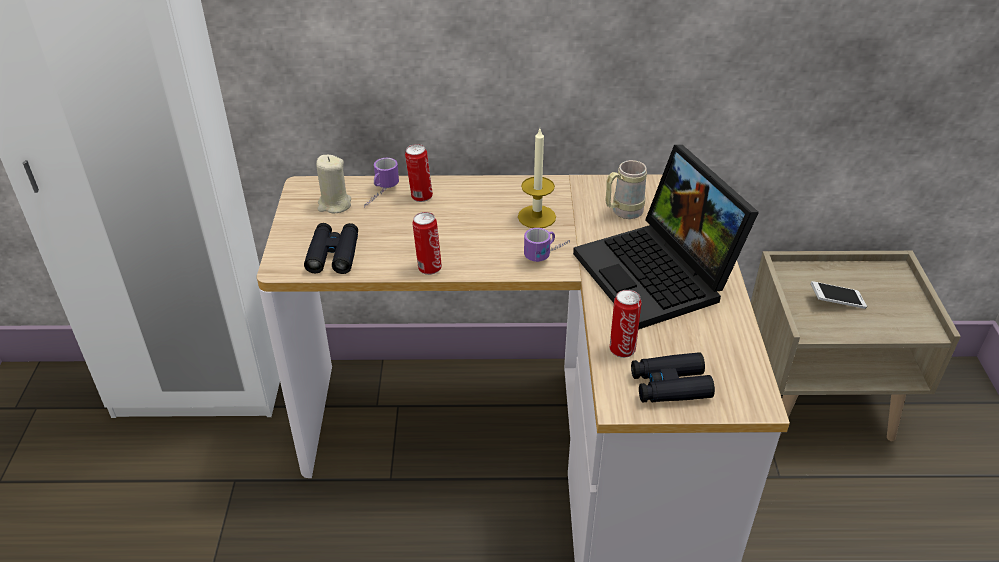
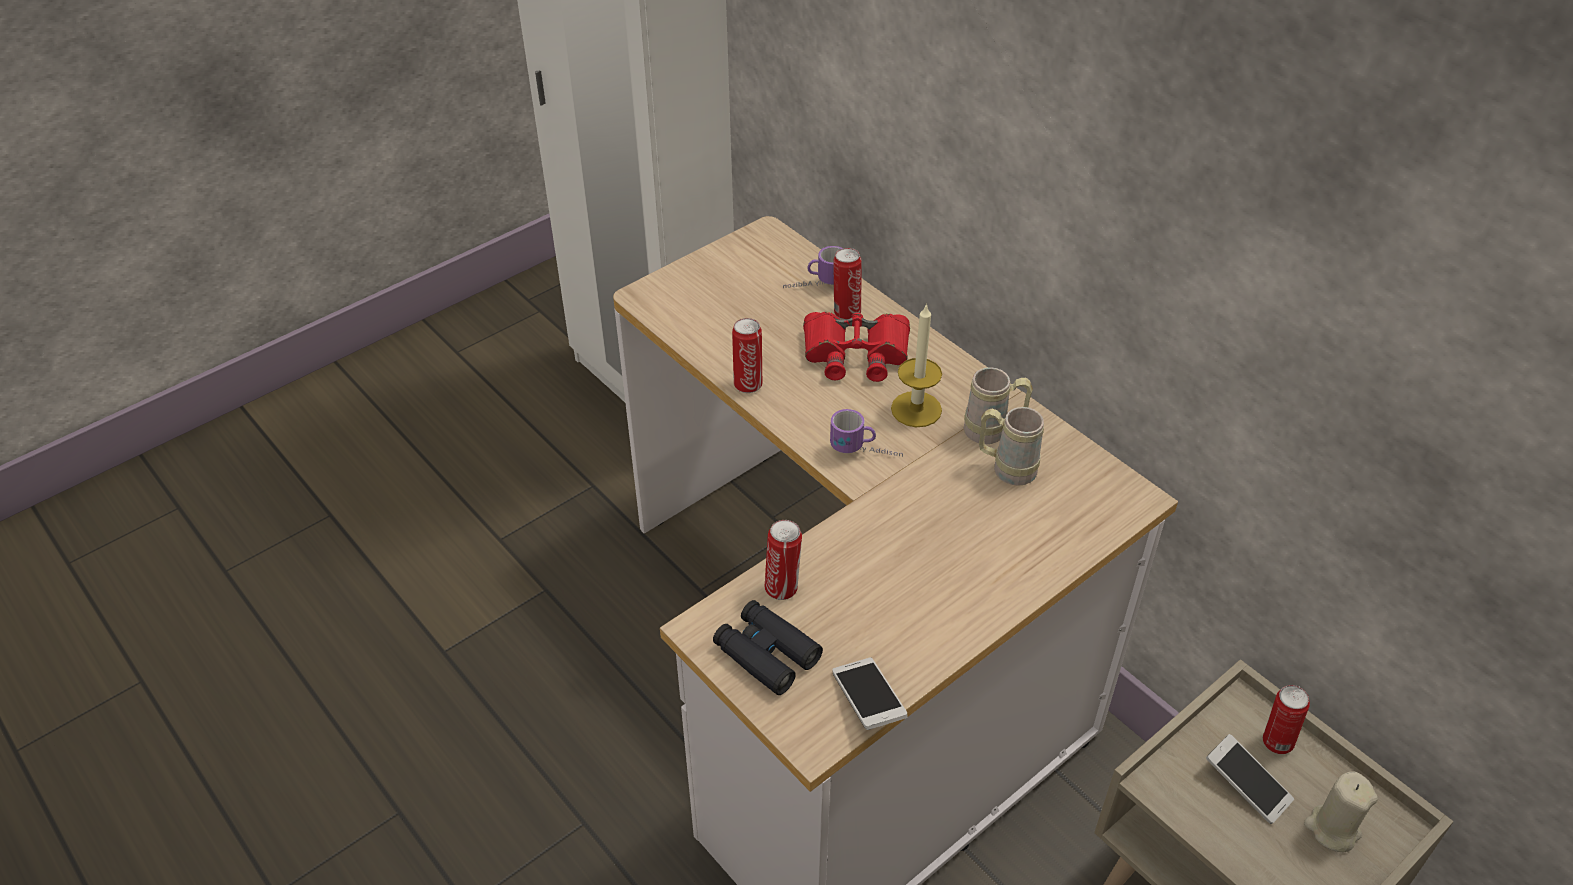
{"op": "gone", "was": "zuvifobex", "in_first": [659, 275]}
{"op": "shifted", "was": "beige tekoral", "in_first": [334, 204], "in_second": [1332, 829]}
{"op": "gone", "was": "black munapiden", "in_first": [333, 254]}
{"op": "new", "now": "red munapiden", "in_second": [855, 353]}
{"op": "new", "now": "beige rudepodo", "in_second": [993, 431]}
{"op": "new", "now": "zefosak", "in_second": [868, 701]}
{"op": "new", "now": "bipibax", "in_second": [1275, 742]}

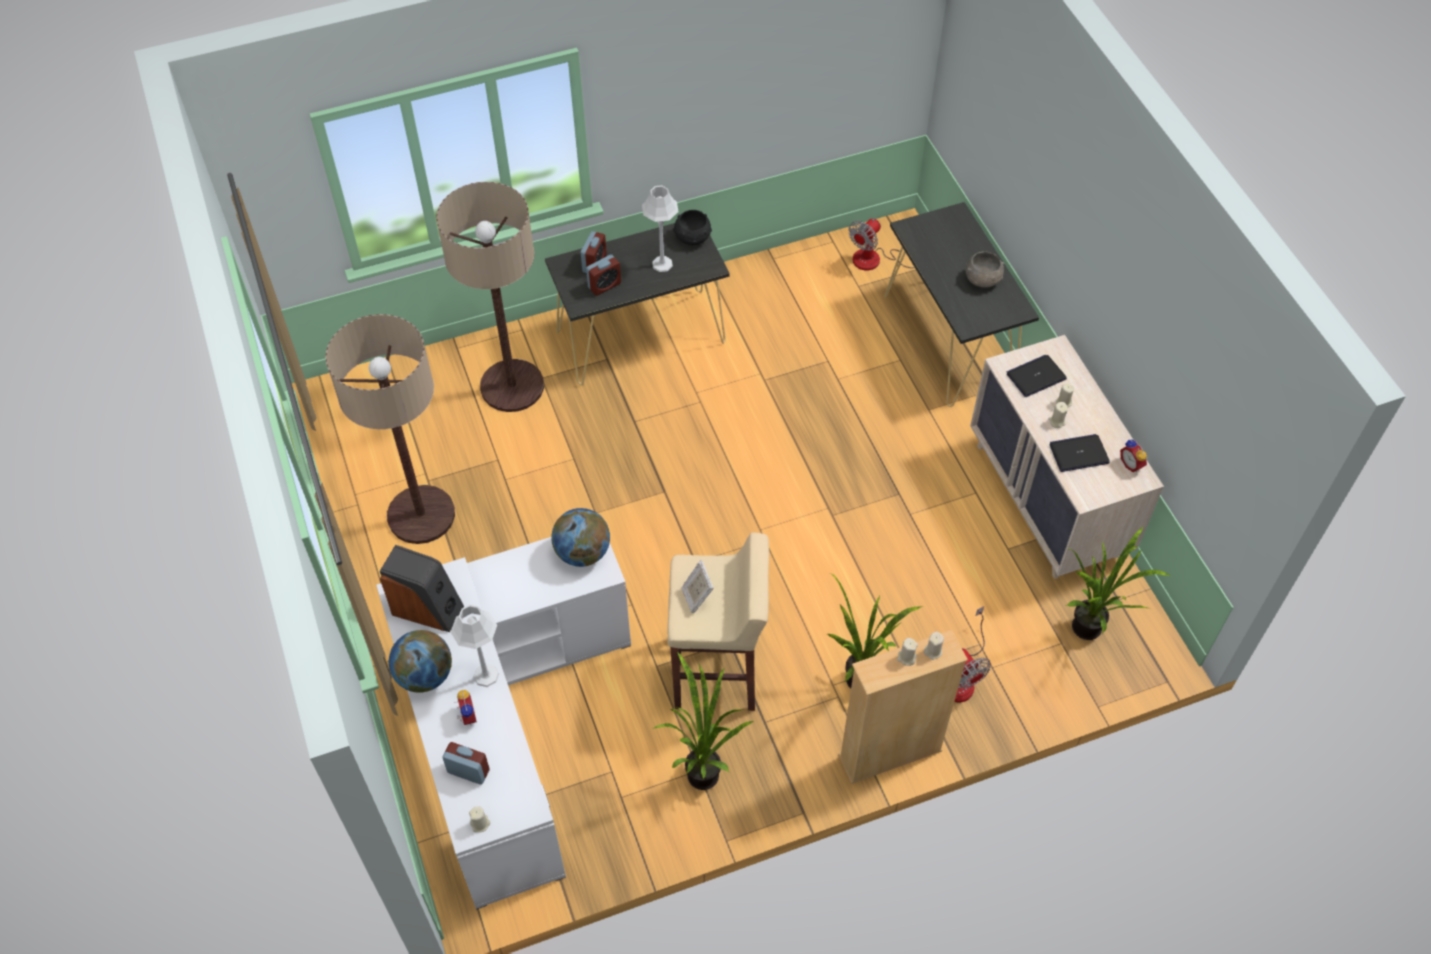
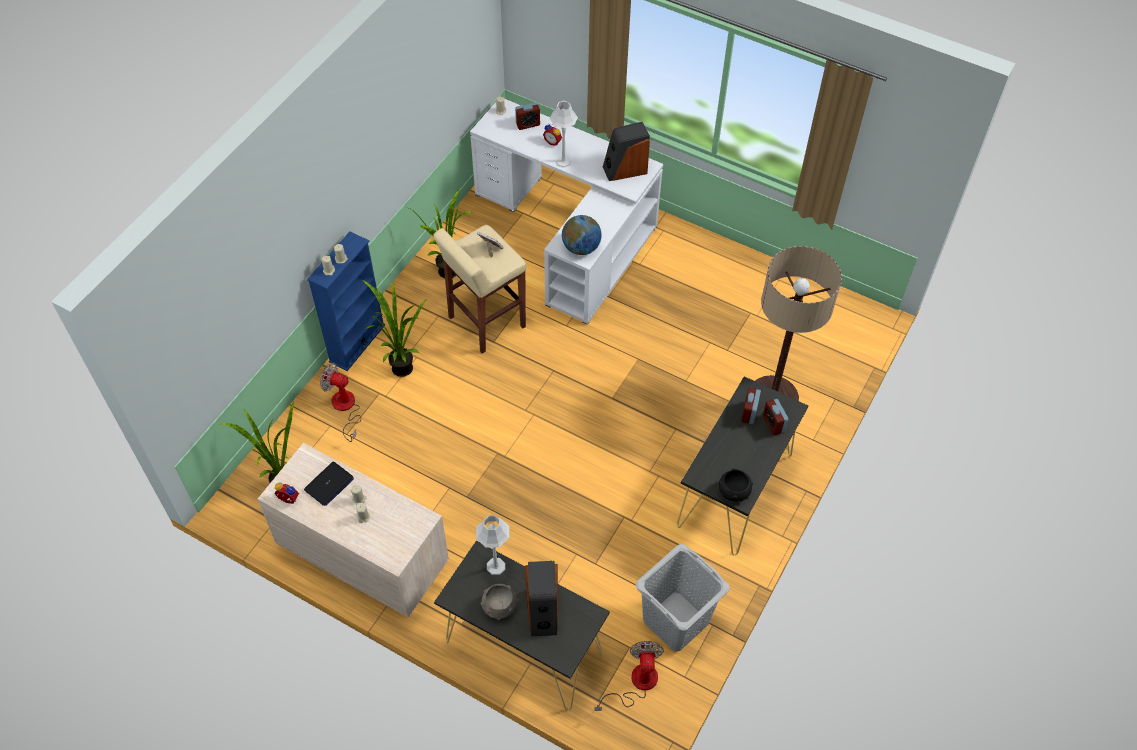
{"op": "shifted", "was": "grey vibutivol", "in_first": [662, 264], "in_second": [495, 566]}
{"op": "gone", "was": "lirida", "in_first": [421, 515]}
{"op": "gone", "was": "zuvifobex", "in_first": [1036, 376]}
{"op": "gone", "was": "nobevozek", "in_first": [424, 675]}
{"op": "repainted", "was": "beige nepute", "now": "blue nepute", "in_first": [890, 753], "in_second": [357, 343]}
{"op": "new", "now": "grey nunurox", "in_second": [675, 621]}
{"op": "new", "now": "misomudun", "in_second": [543, 611]}

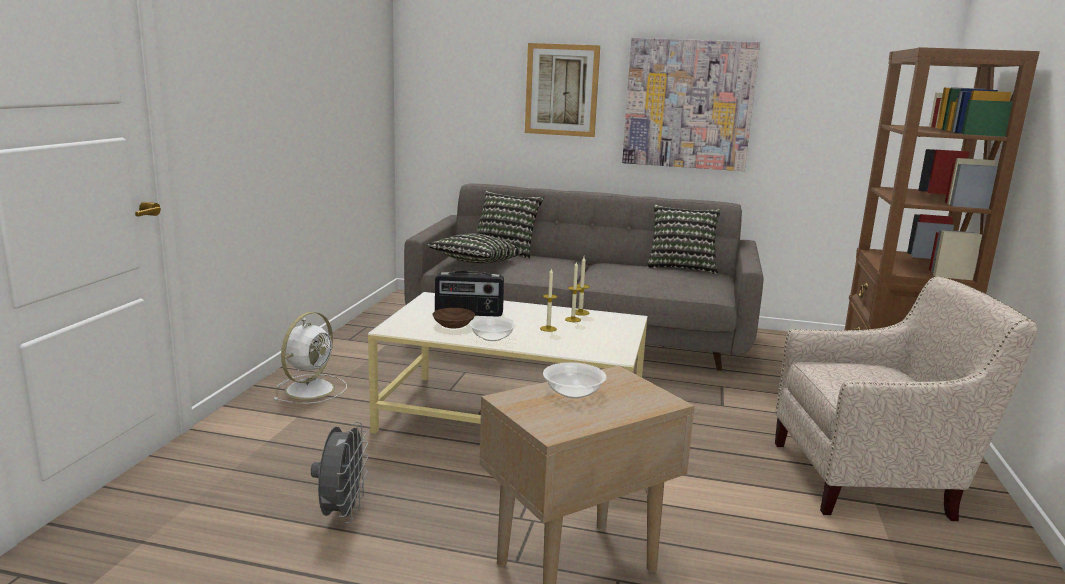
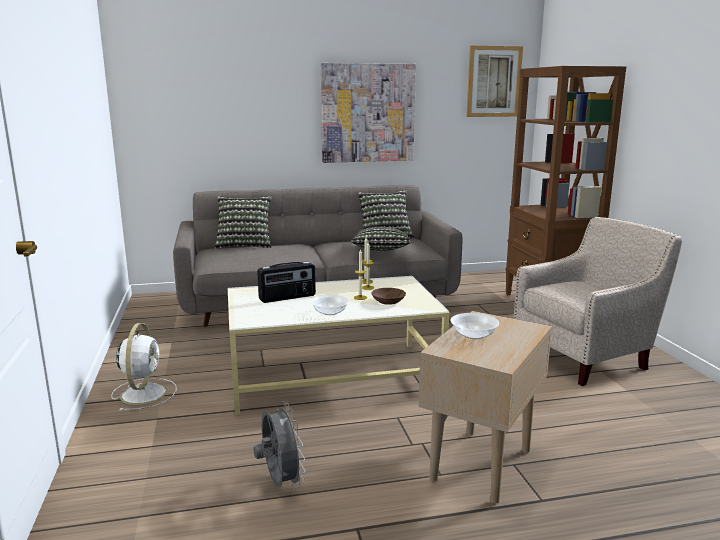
{"op": "shifted", "was": "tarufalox", "in_first": [561, 90], "in_second": [494, 81]}
{"op": "shifted", "was": "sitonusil", "in_first": [475, 263], "in_second": [380, 251]}
{"op": "shifted", "was": "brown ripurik", "in_first": [452, 324], "in_second": [387, 301]}

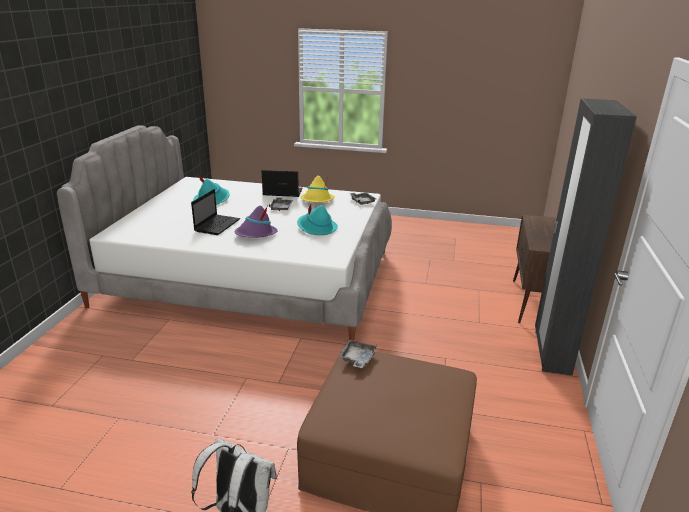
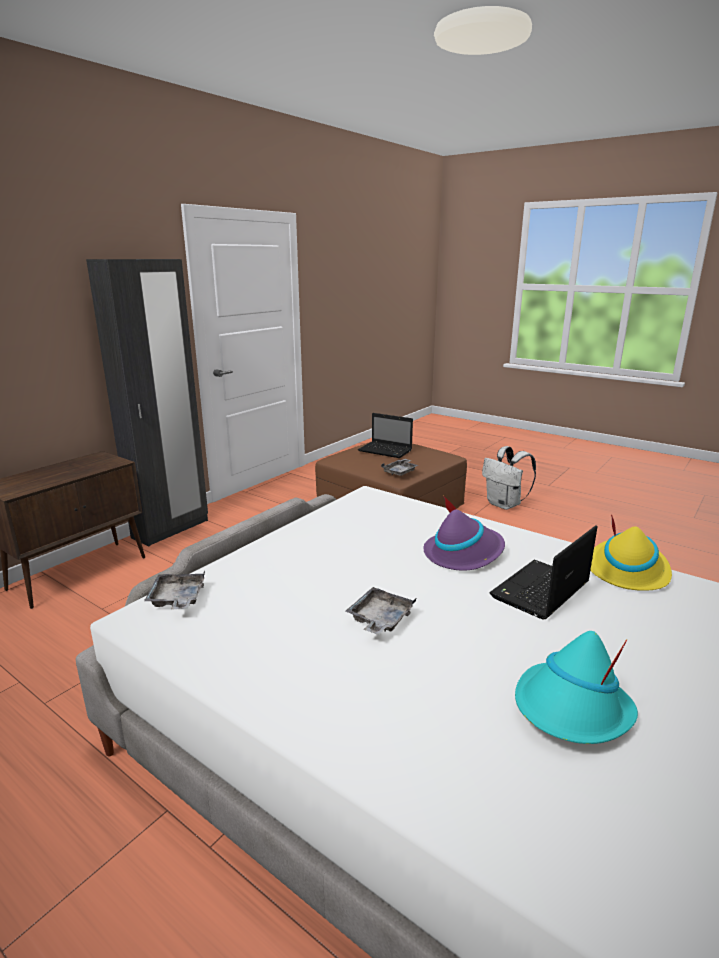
{"op": "shifted", "was": "zuvifobex", "in_first": [281, 192], "in_second": [386, 451]}
{"op": "shifted", "was": "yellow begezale", "in_first": [317, 200], "in_second": [627, 570]}
{"op": "gone", "was": "turquoise begezale", "in_first": [316, 228]}

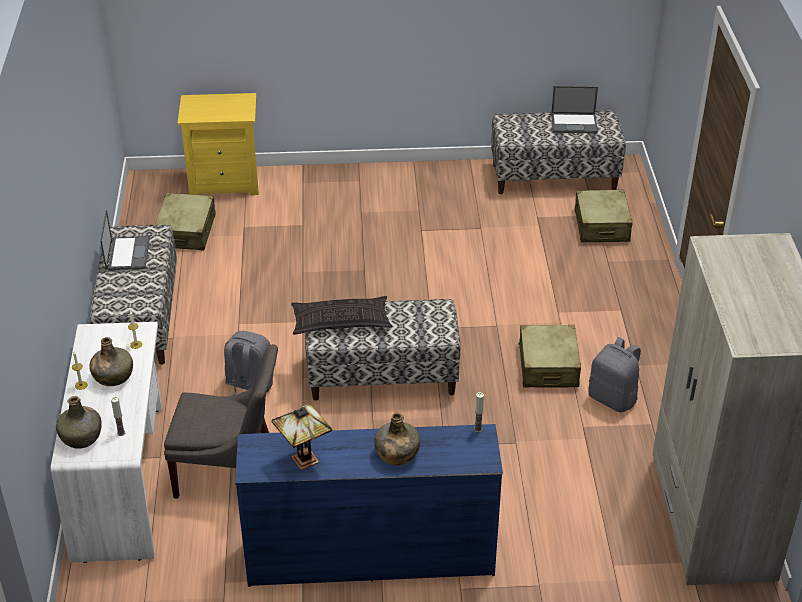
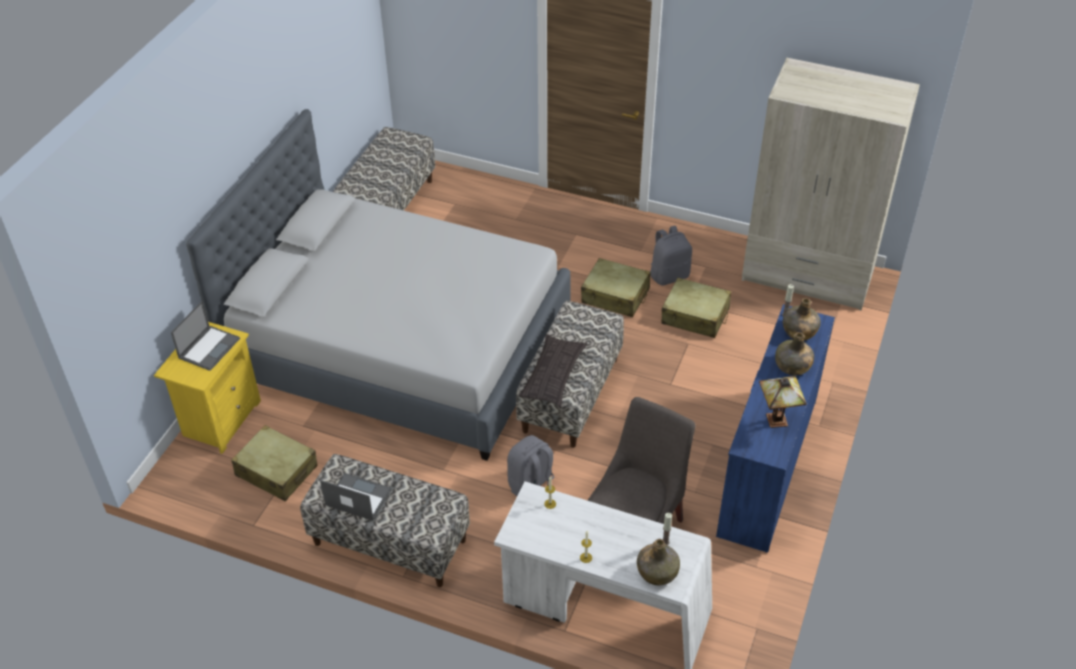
{"op": "shifted", "was": "zuvifobex", "in_first": [574, 123], "in_second": [209, 347]}
{"op": "shifted", "was": "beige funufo", "in_first": [601, 226], "in_second": [695, 316]}
{"op": "shifted", "was": "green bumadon", "in_first": [113, 376], "in_second": [799, 331]}
{"op": "new", "now": "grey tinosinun", "in_second": [400, 345]}

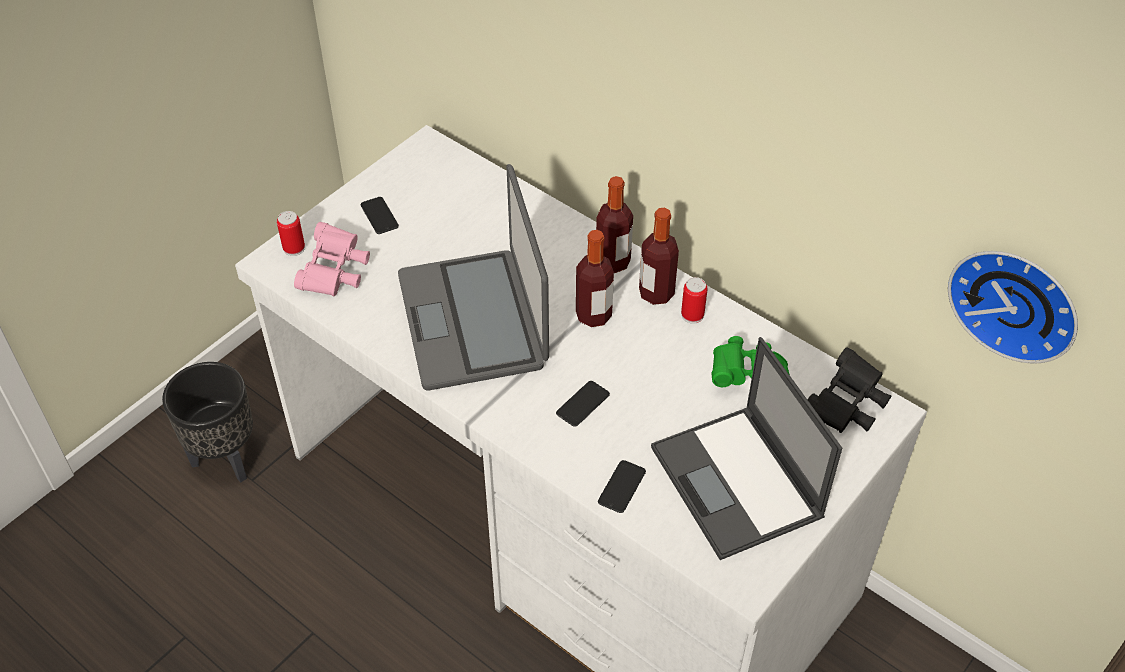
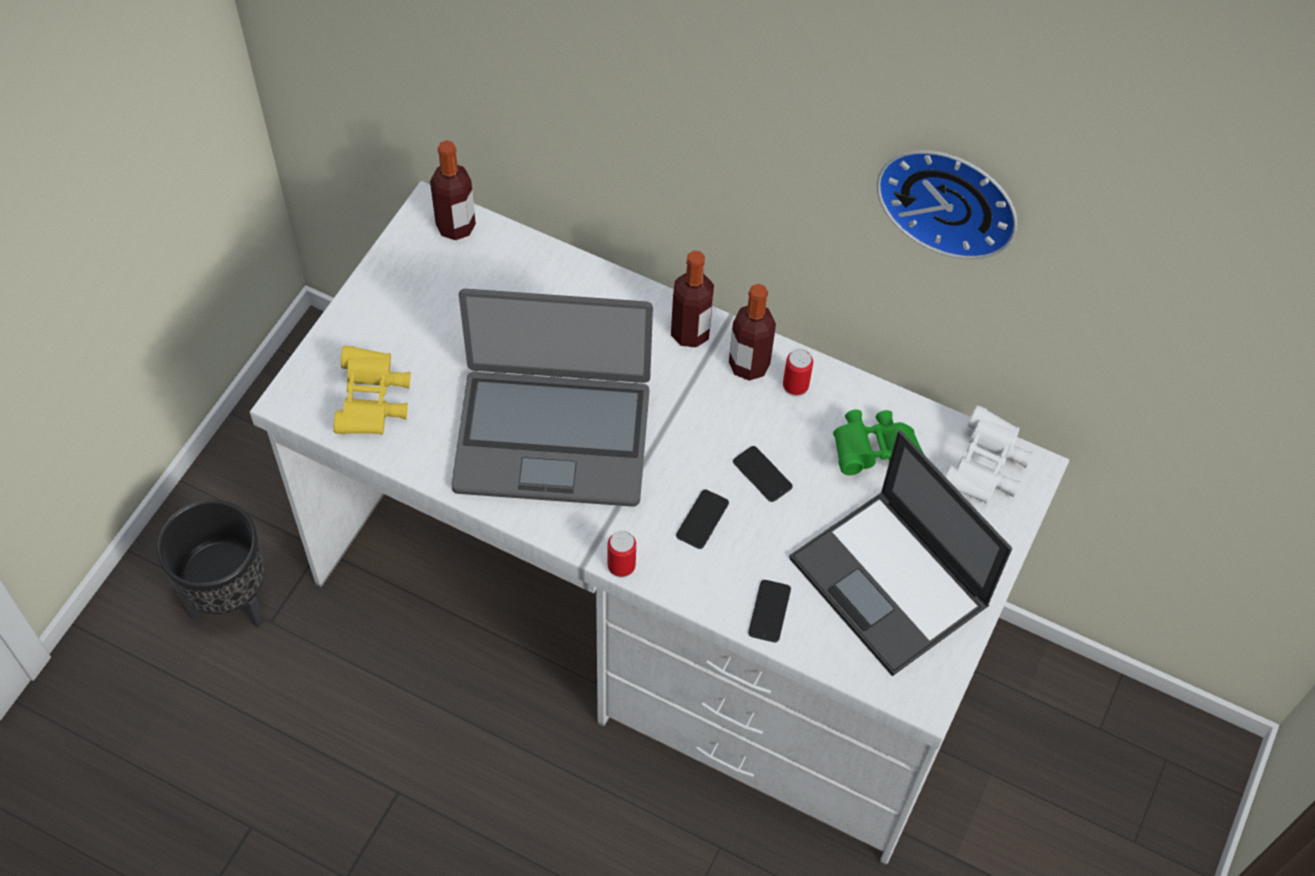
{"op": "rotated", "was": "zuvifobex", "in_first": [474, 320], "in_second": [552, 436], "clockwise": -60}
{"op": "shifted", "was": "zefosak", "in_first": [379, 216], "in_second": [762, 474]}
{"op": "shifted", "was": "bipibax", "in_first": [294, 248], "in_second": [621, 566]}
{"op": "repainted", "was": "pink munapiden", "now": "yellow munapiden", "in_first": [335, 273], "in_second": [373, 402]}
{"op": "shifted", "was": "bumadon", "in_first": [593, 315], "in_second": [456, 226]}
{"op": "shifted", "was": "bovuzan", "in_first": [1016, 301], "in_second": [951, 196]}
{"op": "repainted", "was": "black munapiden", "now": "white munapiden", "in_first": [846, 405], "in_second": [985, 468]}

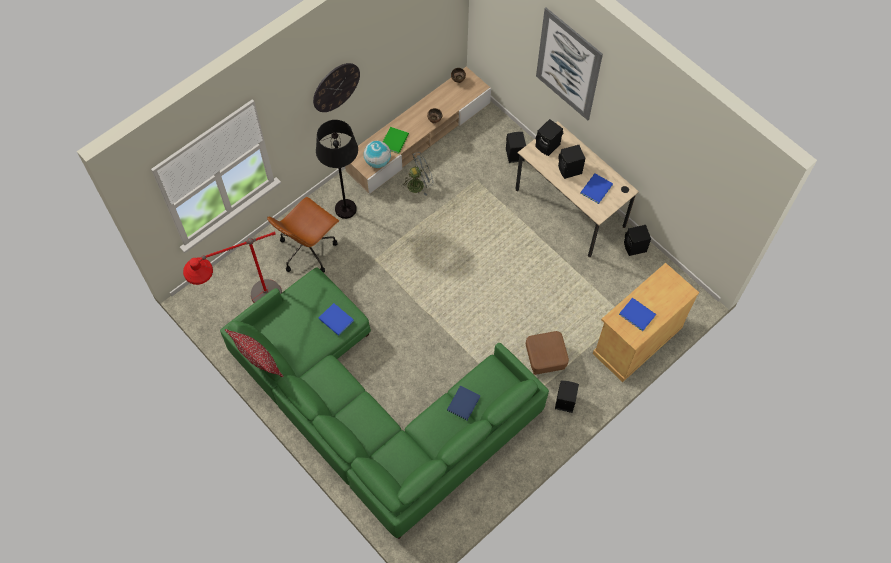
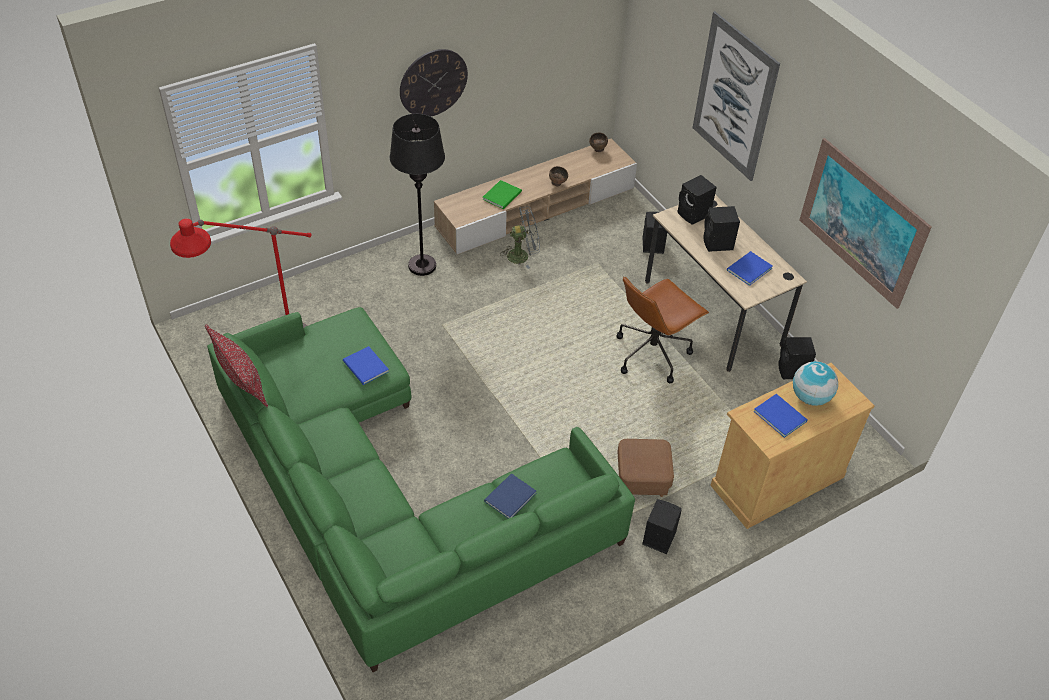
{"op": "shifted", "was": "nobevozek", "in_first": [378, 161], "in_second": [810, 397]}
{"op": "shifted", "was": "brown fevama", "in_first": [308, 249], "in_second": [652, 353]}
{"op": "new", "now": "tarufalox", "in_second": [861, 222]}

